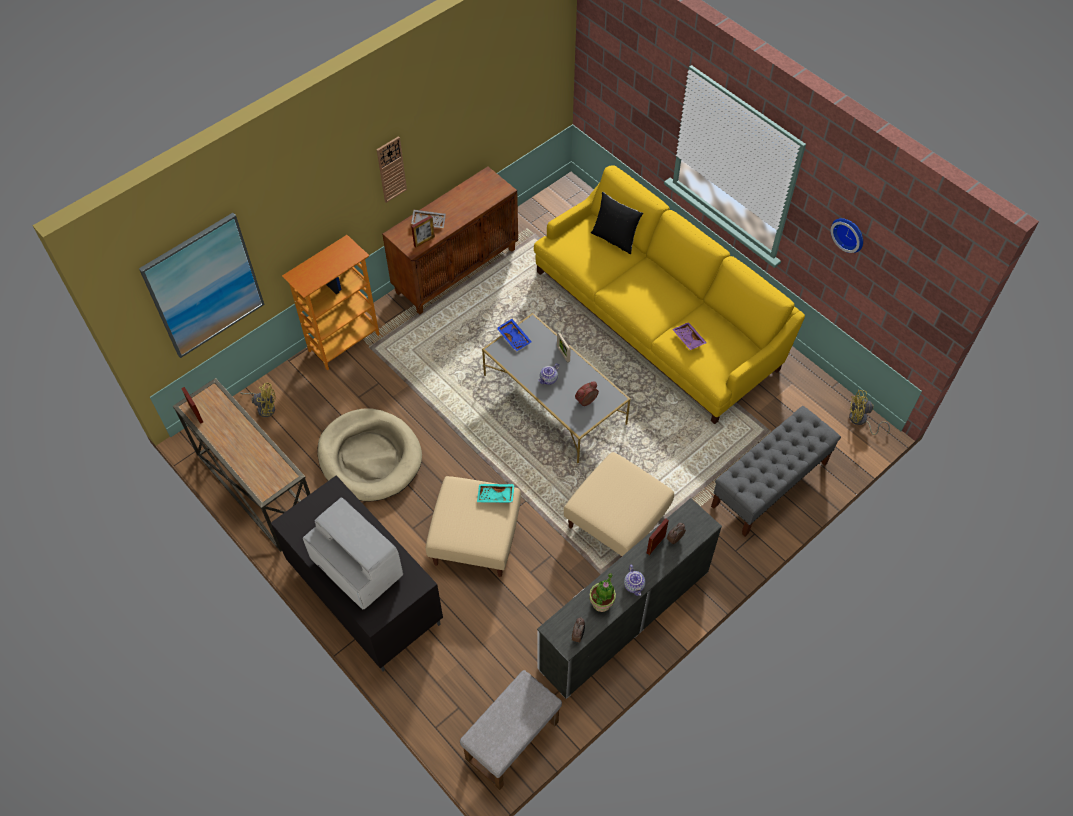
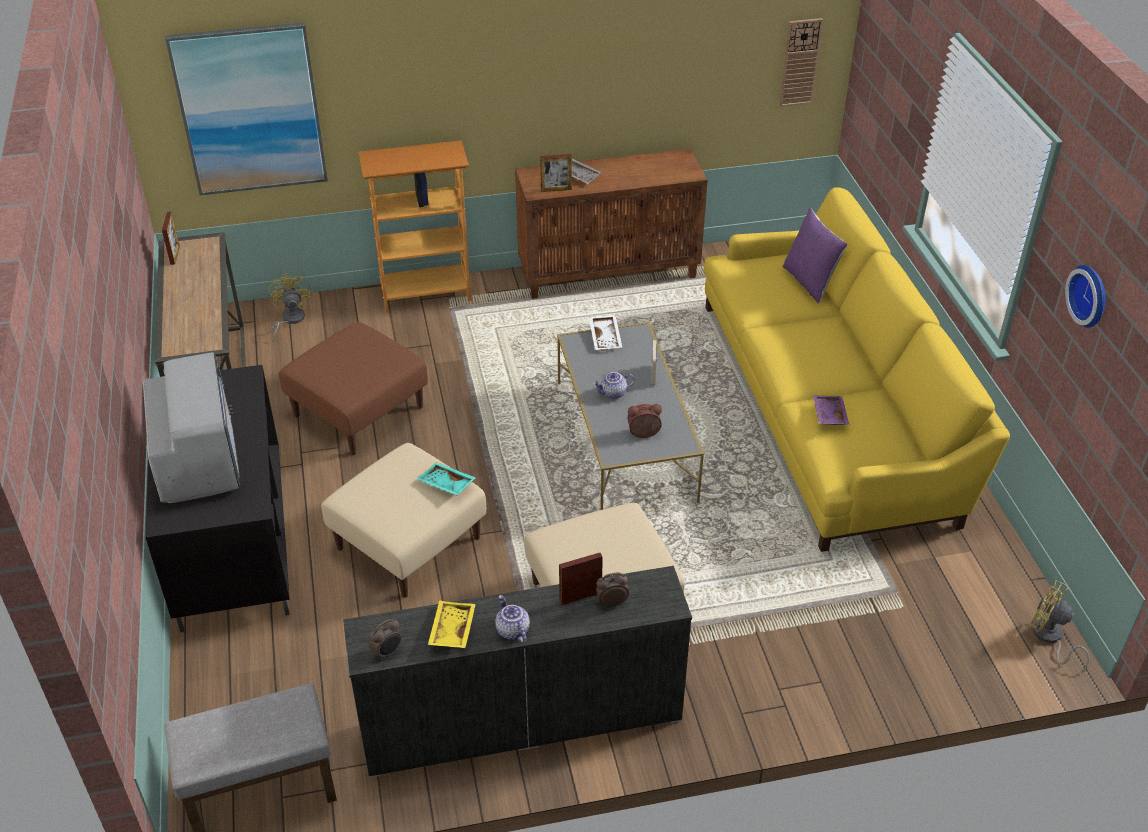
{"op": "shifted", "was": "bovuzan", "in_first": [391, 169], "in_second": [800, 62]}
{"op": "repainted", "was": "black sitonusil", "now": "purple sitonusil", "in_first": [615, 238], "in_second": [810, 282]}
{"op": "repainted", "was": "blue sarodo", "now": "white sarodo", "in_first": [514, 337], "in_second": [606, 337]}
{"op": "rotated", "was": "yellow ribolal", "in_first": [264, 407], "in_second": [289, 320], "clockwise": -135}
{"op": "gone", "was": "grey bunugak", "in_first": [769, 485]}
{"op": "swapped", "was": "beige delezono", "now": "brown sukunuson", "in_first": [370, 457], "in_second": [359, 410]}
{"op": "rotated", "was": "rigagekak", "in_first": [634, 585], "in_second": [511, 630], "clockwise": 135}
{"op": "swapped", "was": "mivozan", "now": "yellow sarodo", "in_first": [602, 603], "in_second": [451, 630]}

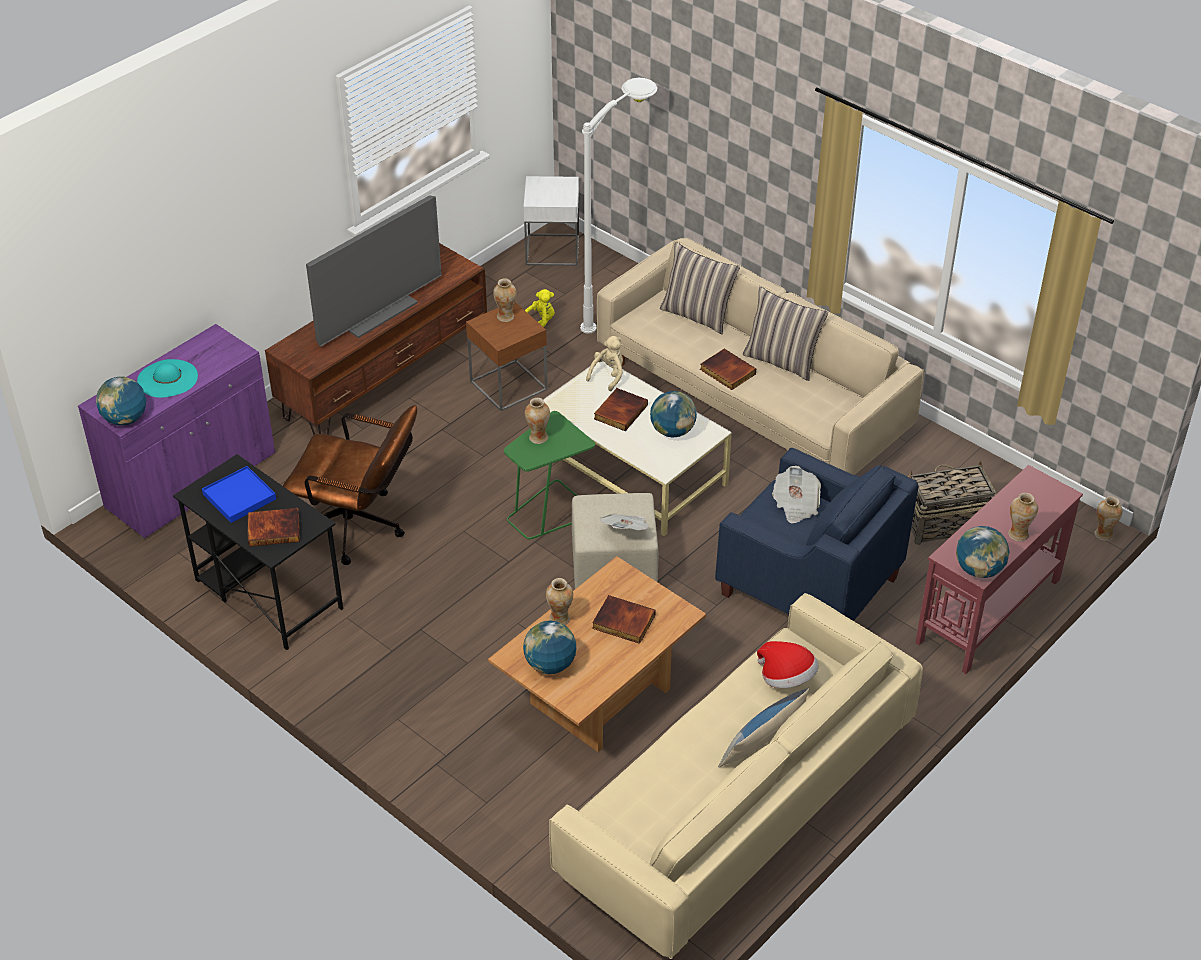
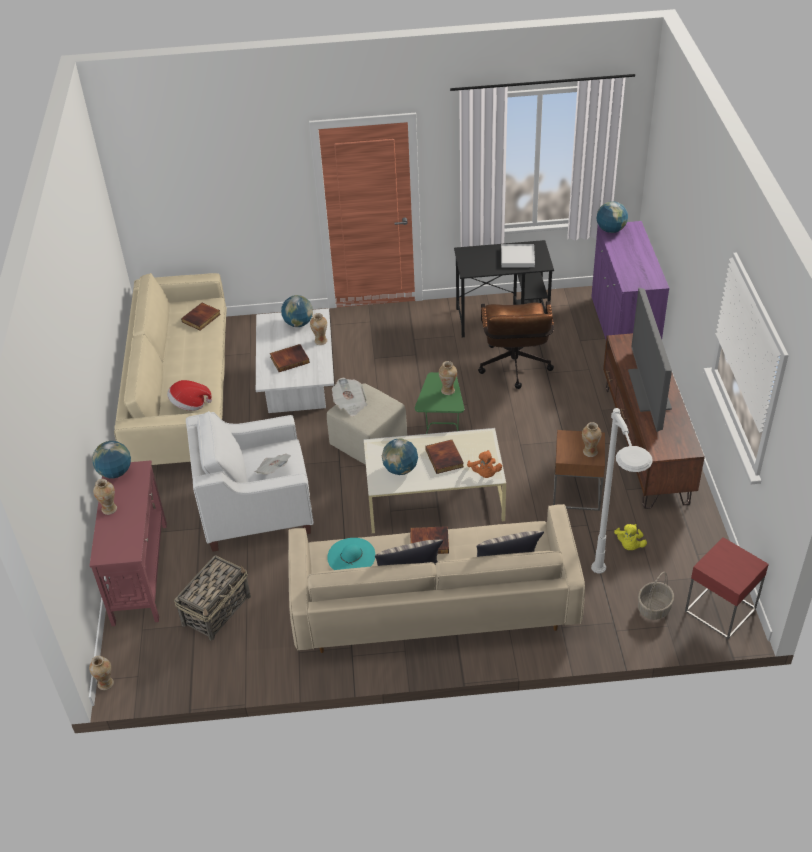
{"op": "repainted", "was": "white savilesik", "now": "red savilesik", "in_first": [552, 250], "in_second": [720, 610]}
{"op": "repainted", "was": "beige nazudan", "now": "orange nazudan", "in_first": [608, 375], "in_second": [484, 474]}
{"op": "shifted", "was": "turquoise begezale", "in_first": [167, 378], "in_second": [351, 556]}
{"op": "rotated", "was": "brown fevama", "in_first": [360, 528], "in_second": [514, 369], "clockwise": -60}
{"op": "repainted", "was": "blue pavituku", "now": "white pavituku", "in_first": [808, 587], "in_second": [256, 510]}
{"op": "repainted", "was": "blue sarodo", "now": "white sarodo", "in_first": [239, 497], "in_second": [517, 257]}
{"op": "shifted", "was": "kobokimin", "in_first": [274, 529], "in_second": [201, 318]}
{"op": "repainted", "was": "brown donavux", "now": "white donavux", "in_first": [598, 693], "in_second": [299, 388]}
{"op": "gone", "was": "sitonusil", "in_first": [763, 743]}
{"op": "new", "now": "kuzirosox", "in_second": [654, 608]}

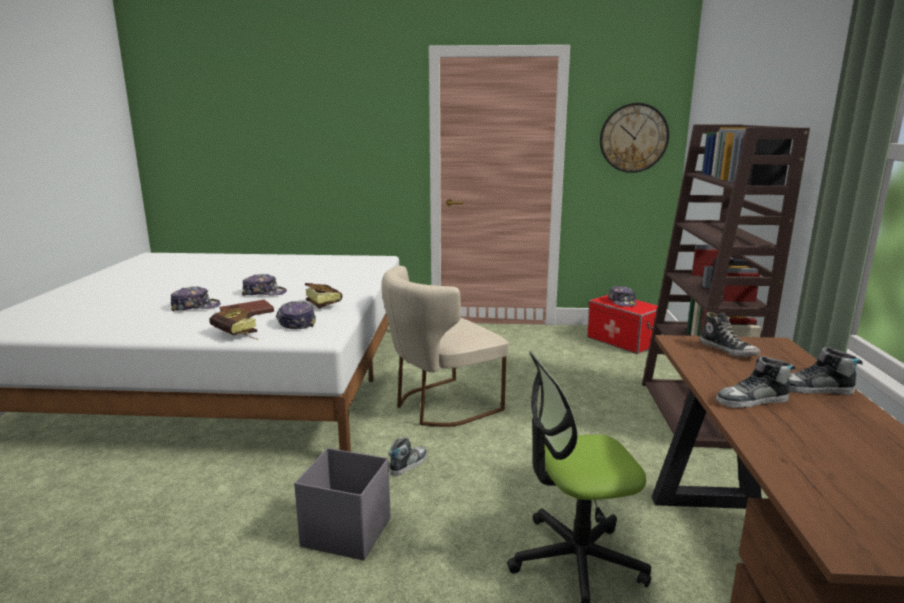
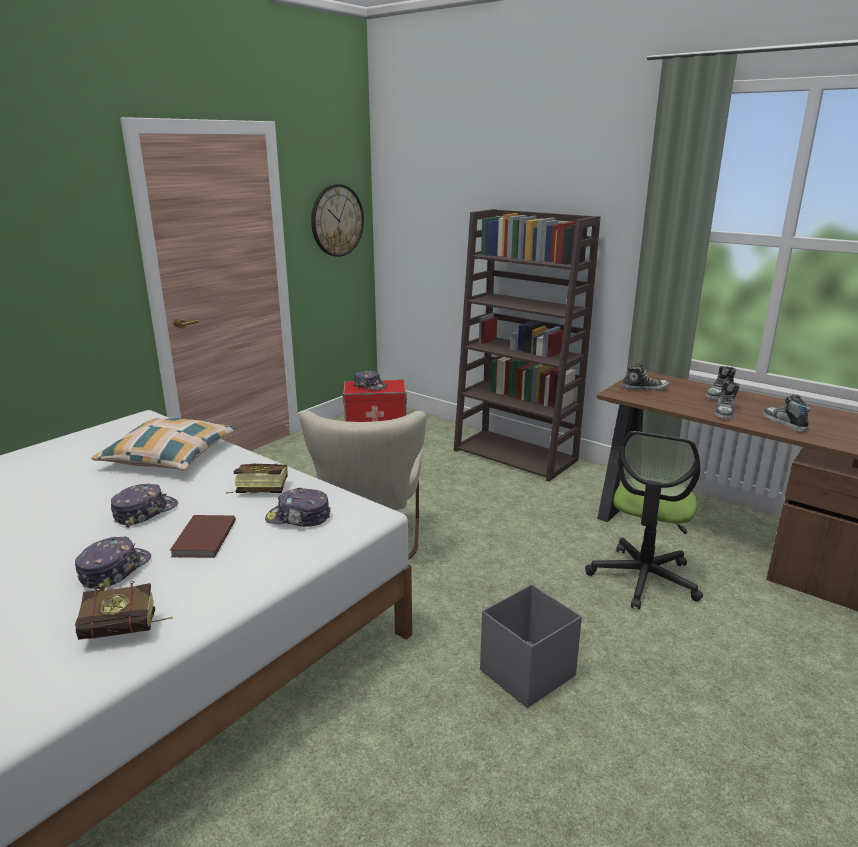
{"op": "shifted", "was": "kobokimin", "in_first": [237, 336], "in_second": [129, 631]}
{"op": "shifted", "was": "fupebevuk", "in_first": [408, 464], "in_second": [784, 423]}
{"op": "new", "now": "sitonusil", "in_second": [169, 455]}

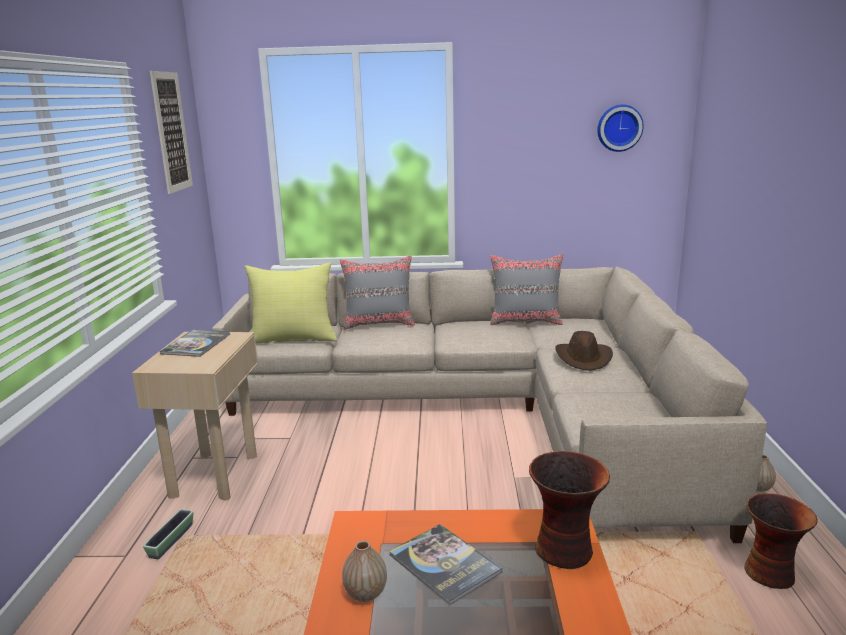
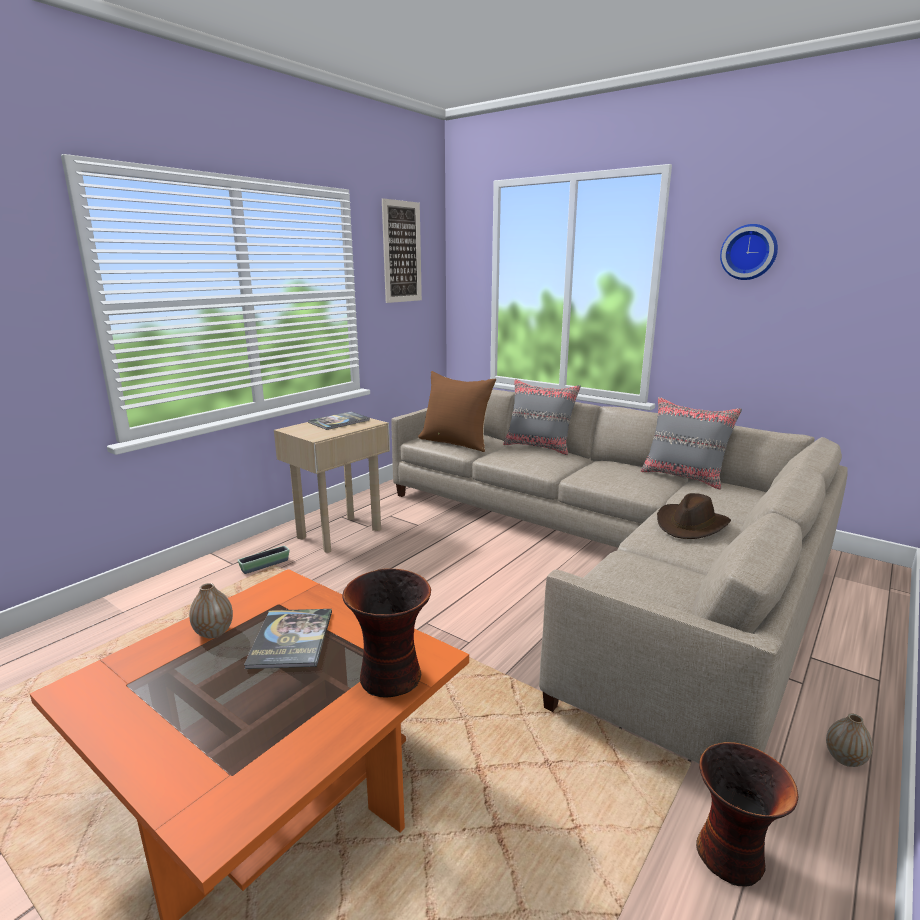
{"op": "shifted", "was": "bovuzan", "in_first": [619, 128], "in_second": [749, 252]}
{"op": "repainted", "was": "yellow sitonusil", "now": "brown sitonusil", "in_first": [294, 338], "in_second": [456, 442]}

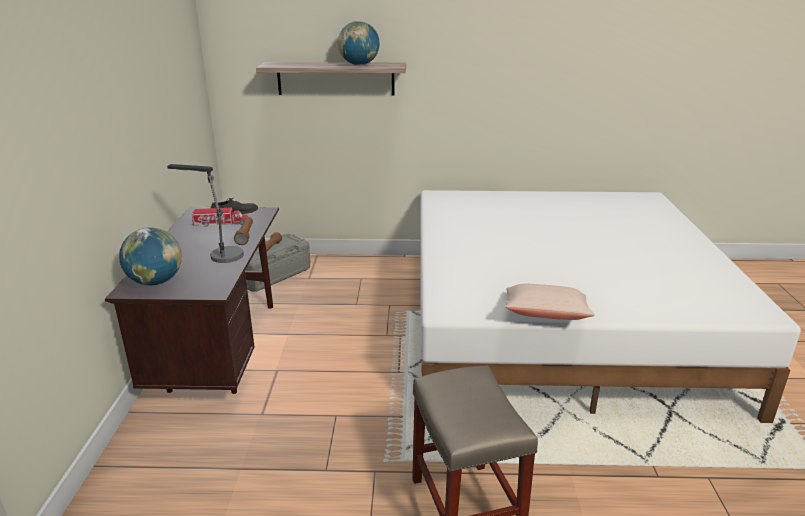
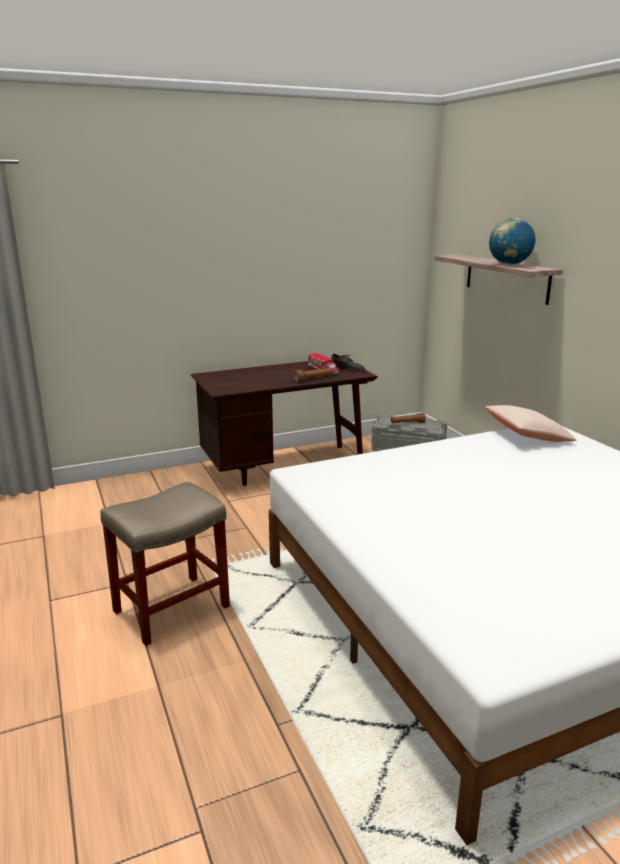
{"op": "gone", "was": "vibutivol", "in_first": [218, 254]}
{"op": "gone", "was": "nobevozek", "in_first": [156, 282]}
{"op": "shifted", "was": "beige sitonusil", "in_first": [545, 315], "in_second": [527, 436]}

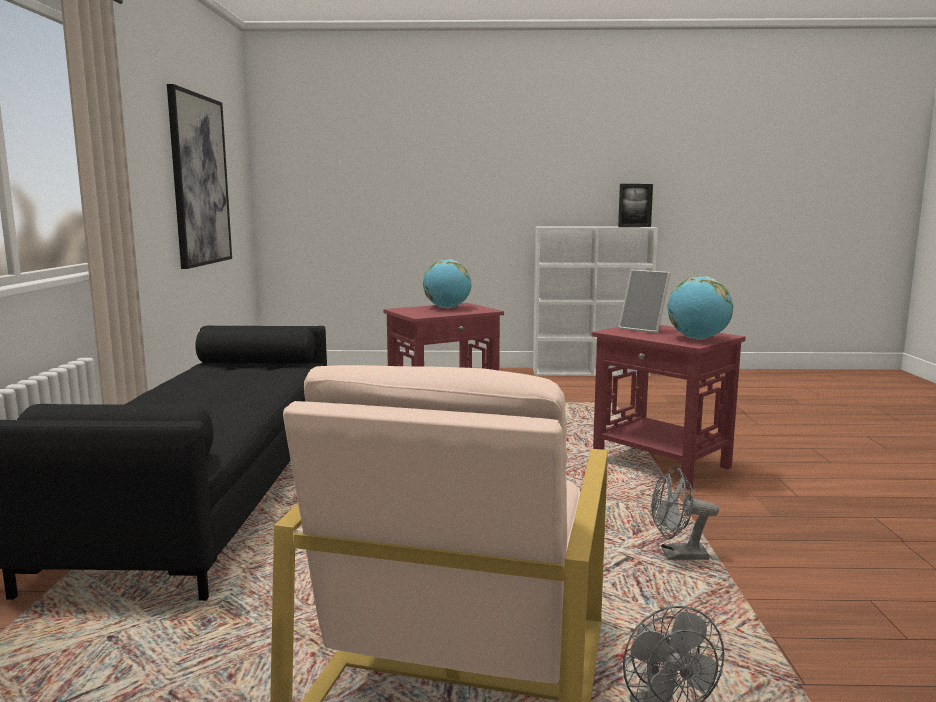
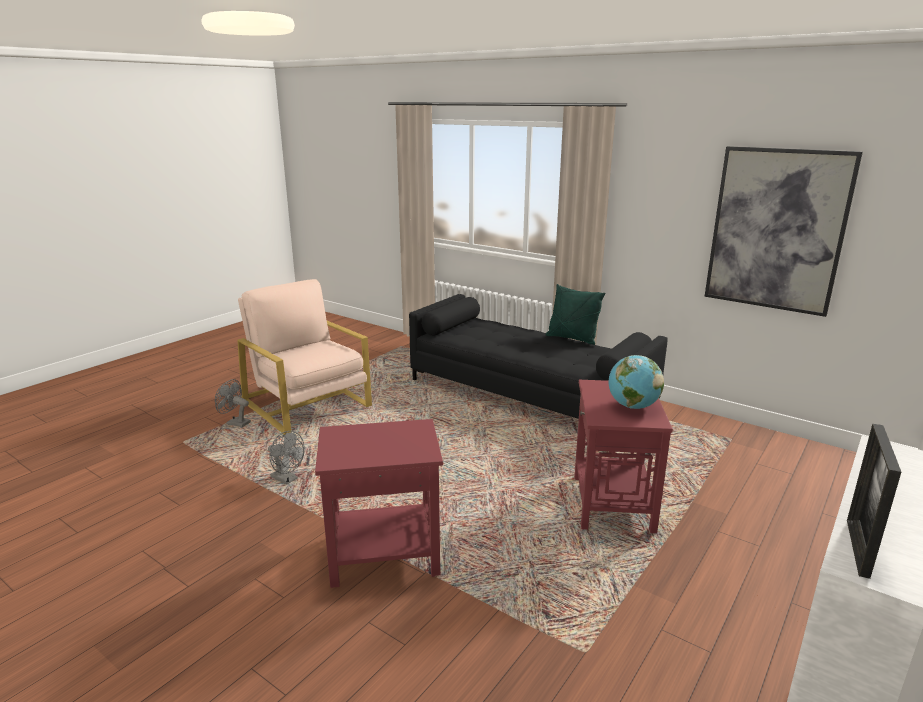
{"op": "gone", "was": "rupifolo", "in_first": [644, 329]}
{"op": "gone", "was": "nobevozek", "in_first": [698, 339]}
{"op": "rotated", "was": "grey ribolal", "in_first": [677, 555], "in_second": [287, 479], "clockwise": 90}
{"op": "new", "now": "green sitonusil", "in_second": [572, 338]}

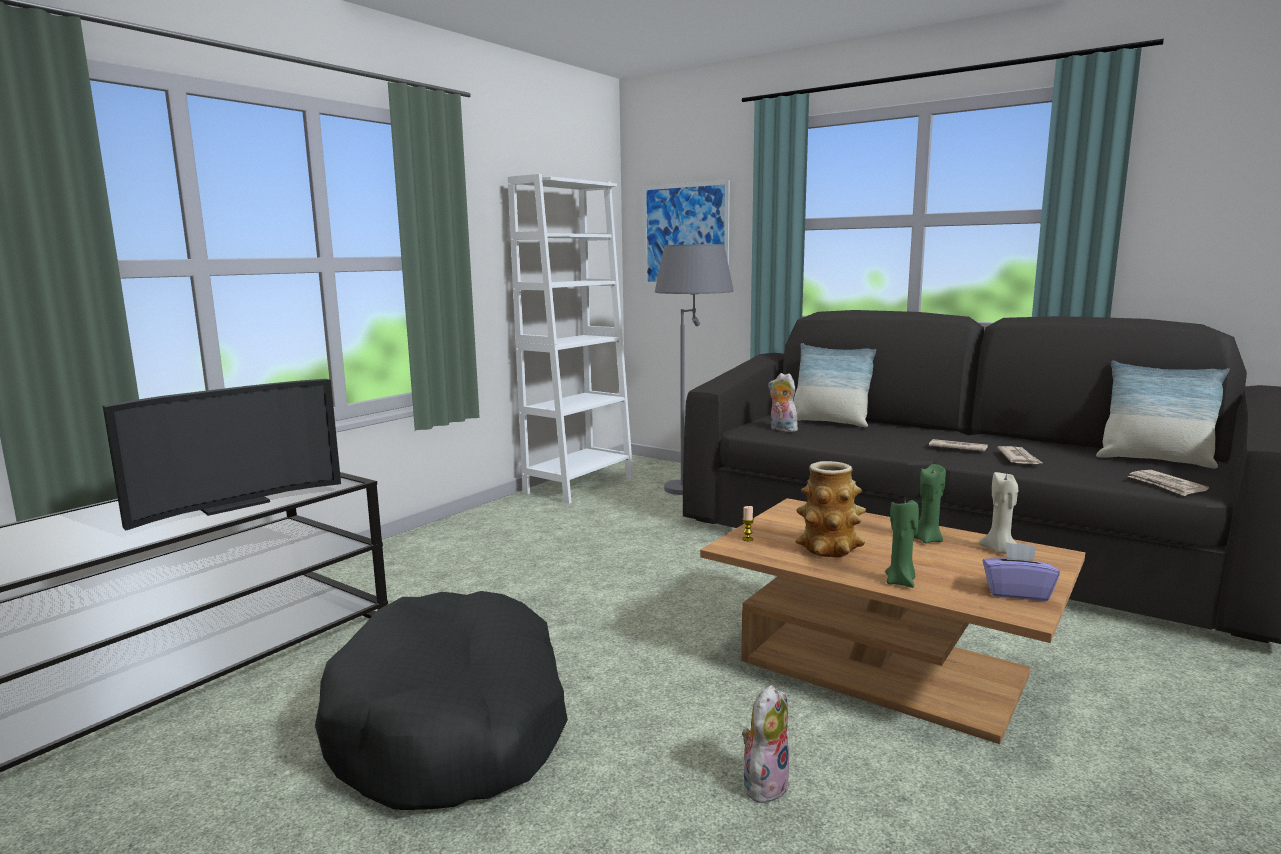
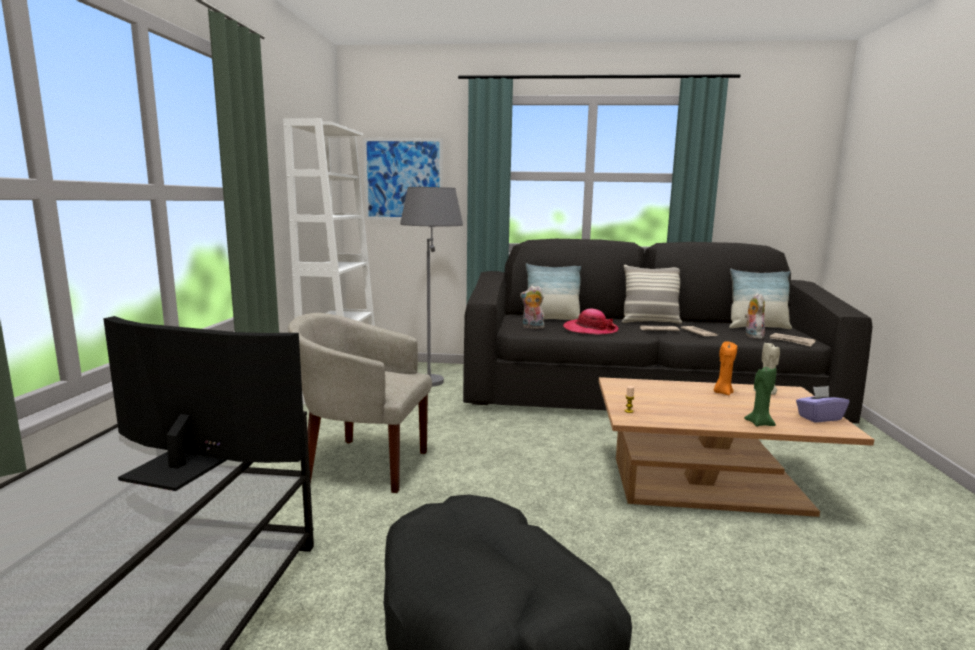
{"op": "rotated", "was": "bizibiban", "in_first": [232, 505], "in_second": [186, 464], "clockwise": -90}
{"op": "gone", "was": "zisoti", "in_first": [829, 549]}
{"op": "repainted", "was": "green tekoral", "now": "orange tekoral", "in_first": [927, 540], "in_second": [722, 393]}
{"op": "shifted", "was": "nazudan", "in_first": [764, 783], "in_second": [752, 336]}
{"op": "new", "now": "sitonusil", "in_second": [650, 322]}
{"op": "new", "now": "begezale", "in_second": [590, 329]}
{"op": "new", "now": "beige pavituku", "in_second": [363, 465]}

